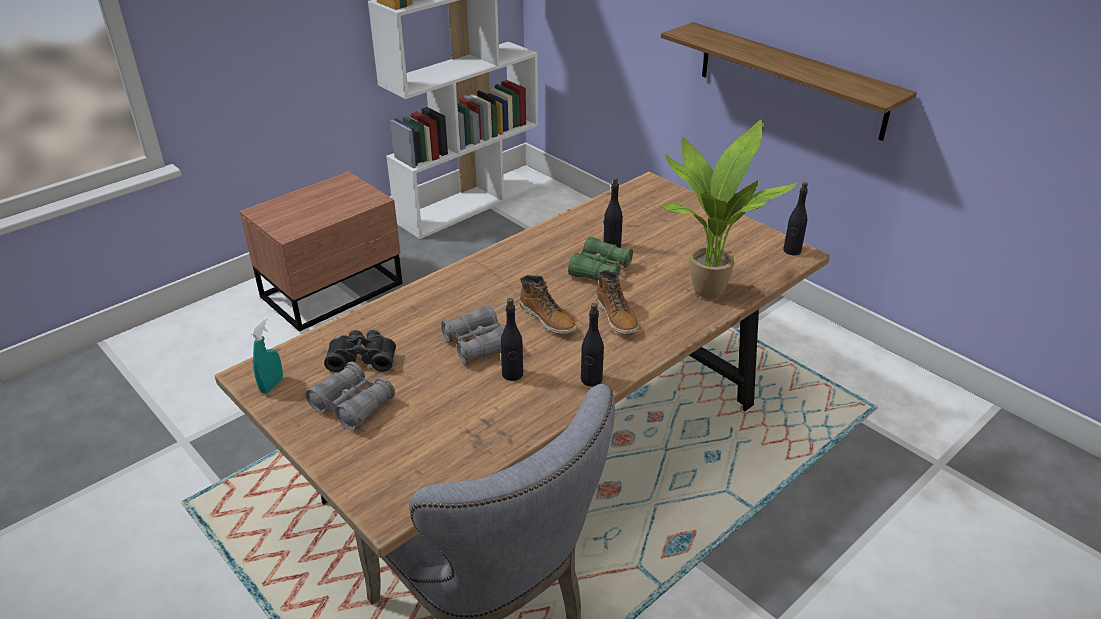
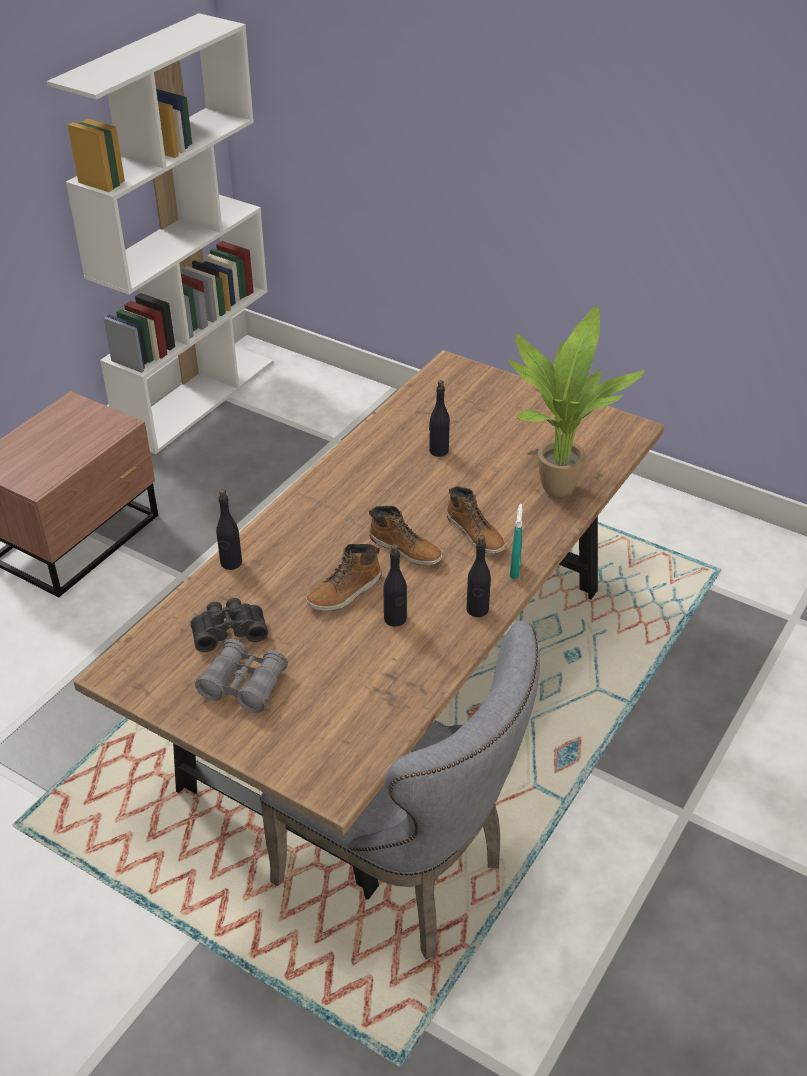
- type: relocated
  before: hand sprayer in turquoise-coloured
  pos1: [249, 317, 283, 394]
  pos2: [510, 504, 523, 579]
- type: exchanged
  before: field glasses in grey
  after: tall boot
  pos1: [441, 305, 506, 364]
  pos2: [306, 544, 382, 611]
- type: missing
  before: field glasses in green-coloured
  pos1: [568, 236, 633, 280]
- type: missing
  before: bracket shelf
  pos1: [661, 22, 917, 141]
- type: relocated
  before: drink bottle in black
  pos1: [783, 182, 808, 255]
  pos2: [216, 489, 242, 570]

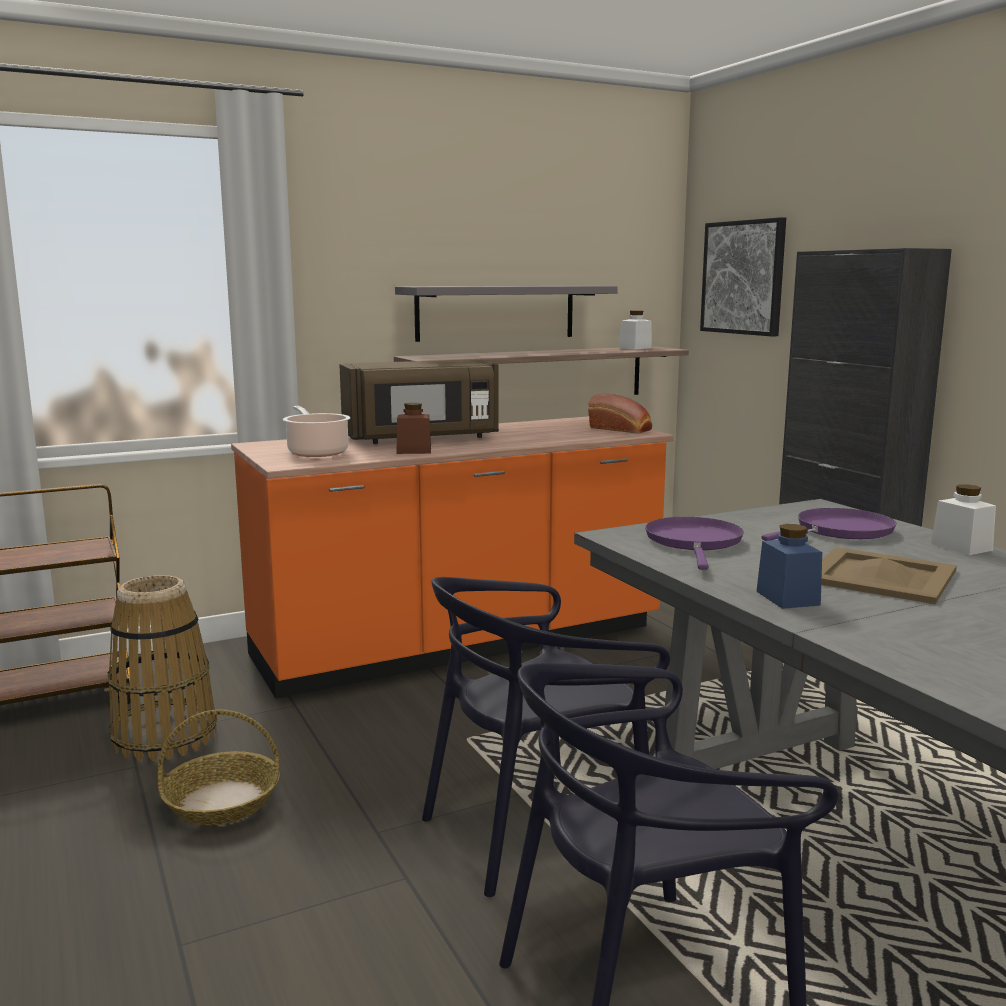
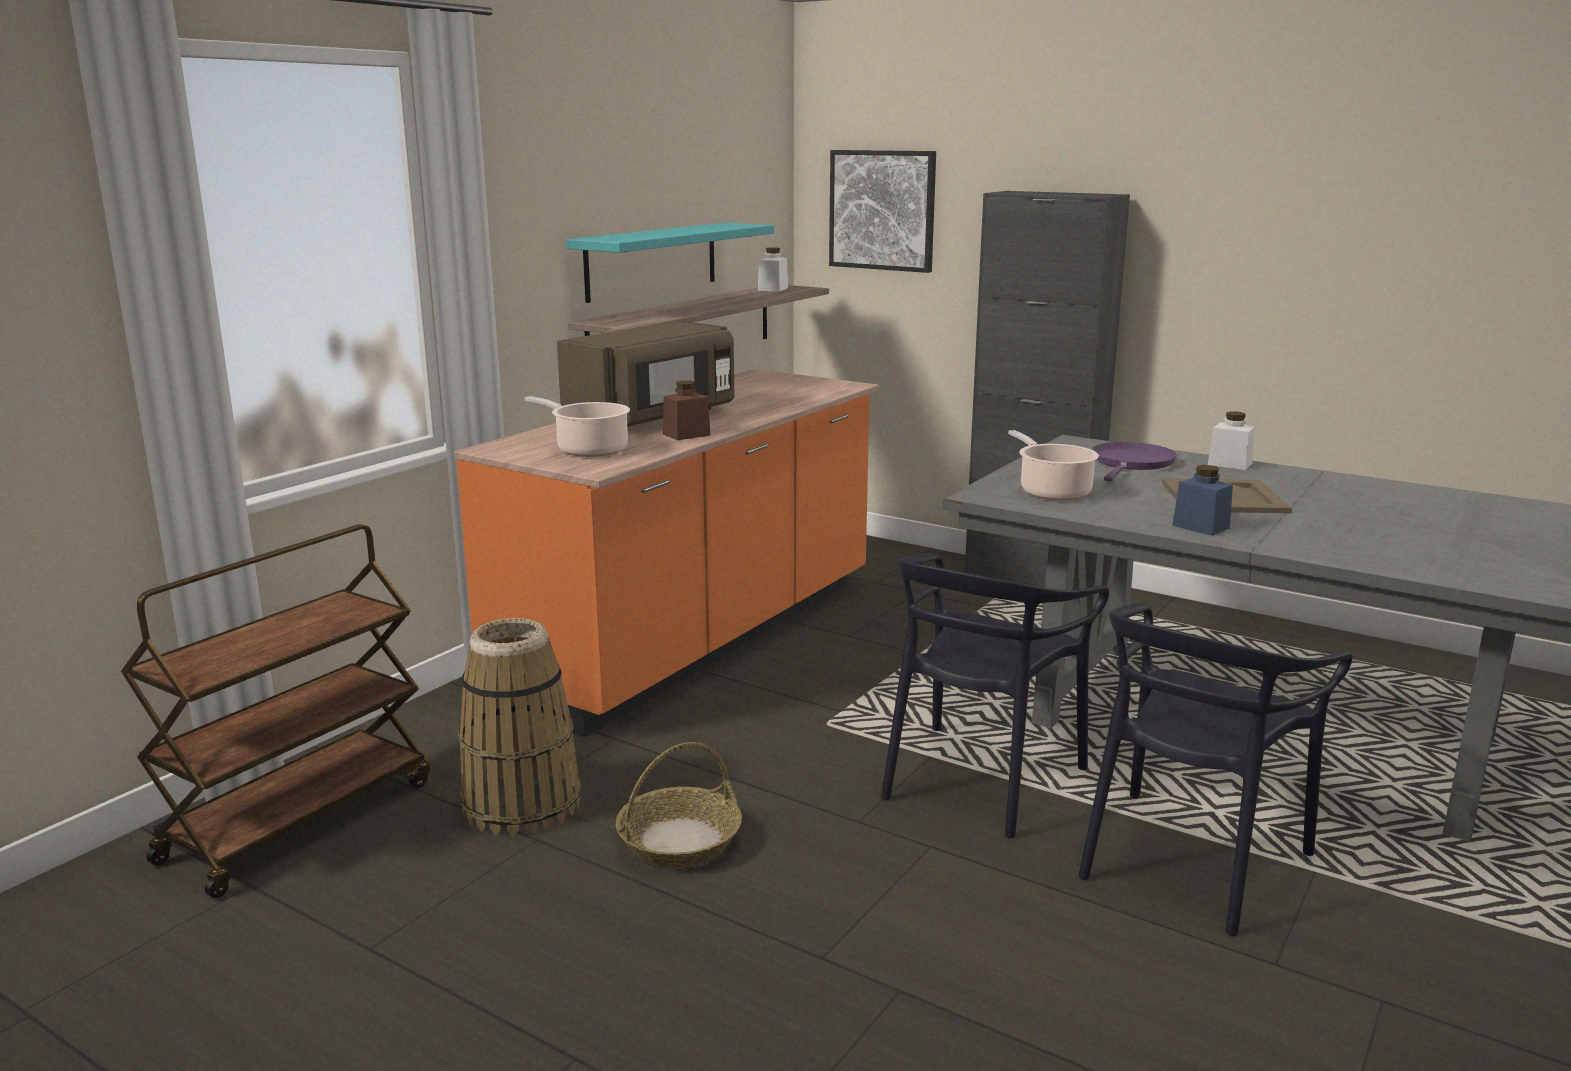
- type: colour
  before: bracket shelf in grey
  after: bracket shelf in turquoise-coloured
  pos1: [395, 286, 618, 342]
  pos2: [566, 223, 774, 303]
- type: missing
  before: bread
  pos1: [588, 394, 652, 433]
- type: exchanged
  before: frying pan in purple-coloured
  after: saucepot
  pos1: [645, 517, 744, 570]
  pos2: [1008, 430, 1099, 501]

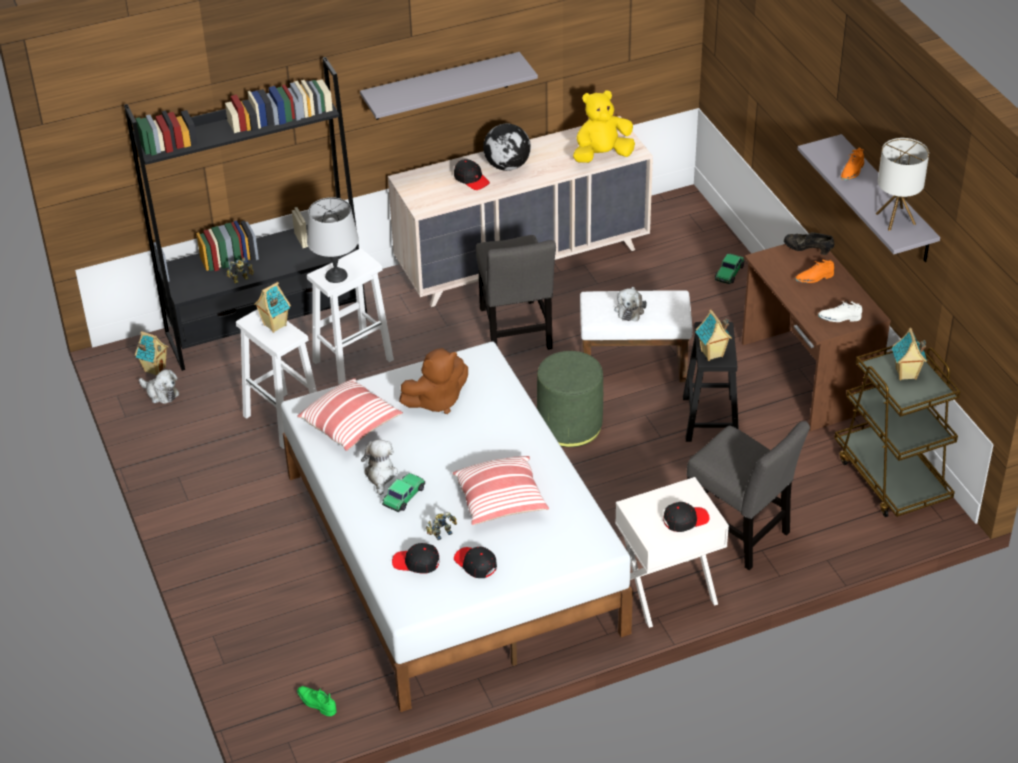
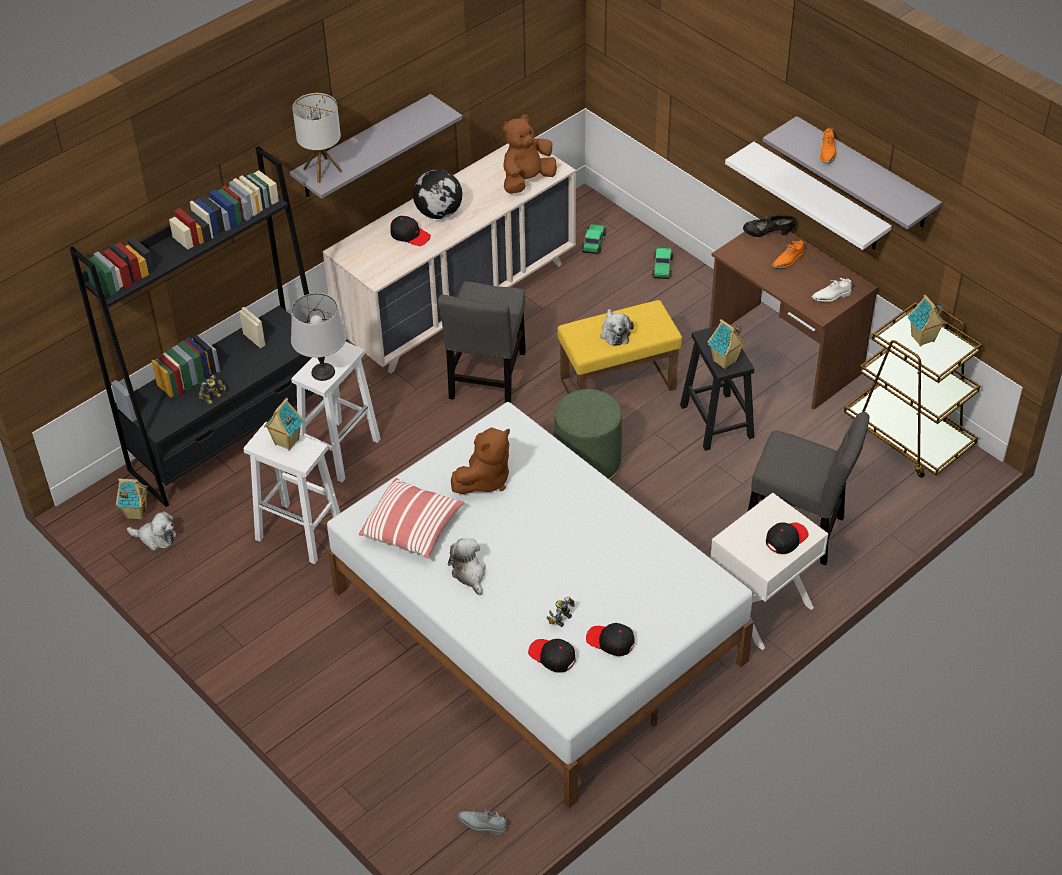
- type: colour
  before: shoe in green-coloured
  after: shoe in grey
  pos1: [297, 686, 337, 716]
  pos2: [458, 809, 507, 835]
- type: relocated
  before: miniature car
  pos1: [382, 473, 425, 512]
  pos2: [582, 224, 606, 254]
- type: spun
  before: baseball cap in black
  pos1: [392, 543, 439, 574]
  pos2: [528, 639, 576, 673]
  turn: 45
- type: missing
  before: pillow
  pos1: [452, 456, 549, 525]
- type: spun
  before: chair in grey
  pos1: [476, 235, 556, 350]
  pos2: [438, 281, 526, 403]
  turn: 45
- type: colour
  before: plush toy in yellowish
  after: plush toy in brownish
  pos1: [573, 90, 635, 163]
  pos2: [502, 115, 557, 194]
- type: colour
  before: pouffe in white-coloured
  after: pouffe in yellowish
  pos1: [580, 290, 693, 382]
  pos2: [558, 300, 682, 394]
- type: relocated
  before: tabletop lamp
  pos1: [875, 138, 929, 231]
  pos2: [292, 93, 343, 183]
- type: appeared
  after: bracket shelf in white-coloured
  pos2: [725, 142, 892, 250]

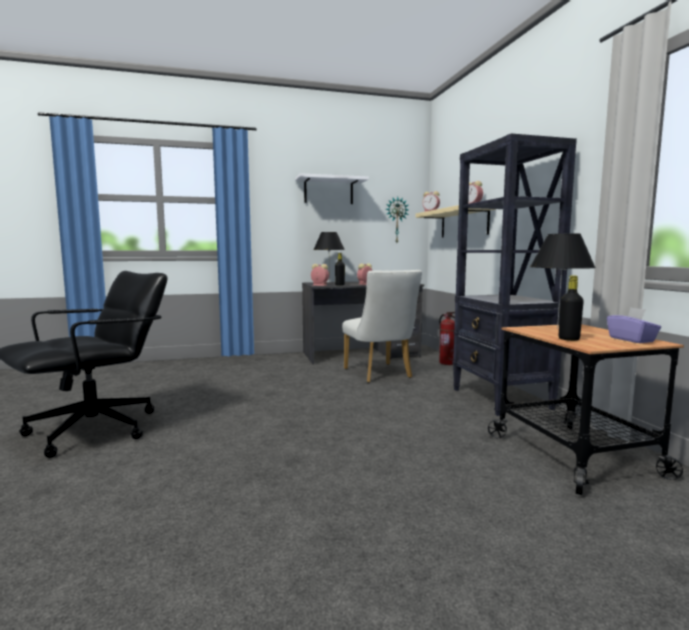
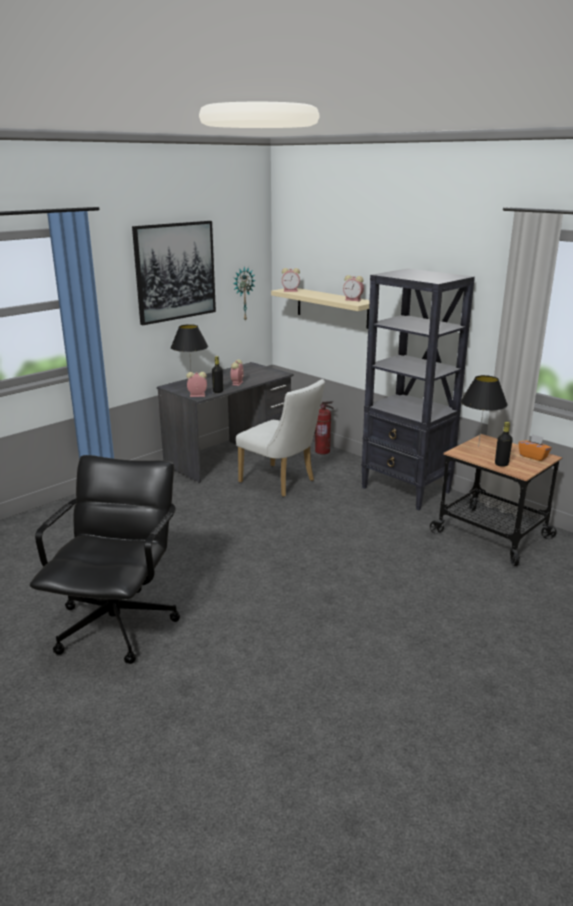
- type: exchanged
  before: bracket shelf in white-coloured
  after: picture
  pos1: [295, 173, 369, 204]
  pos2: [132, 221, 216, 325]
- type: colour
  before: tissue holder in purple-coloured
  after: tissue holder in orange-coloured
  pos1: [607, 307, 661, 343]
  pos2: [518, 434, 552, 461]

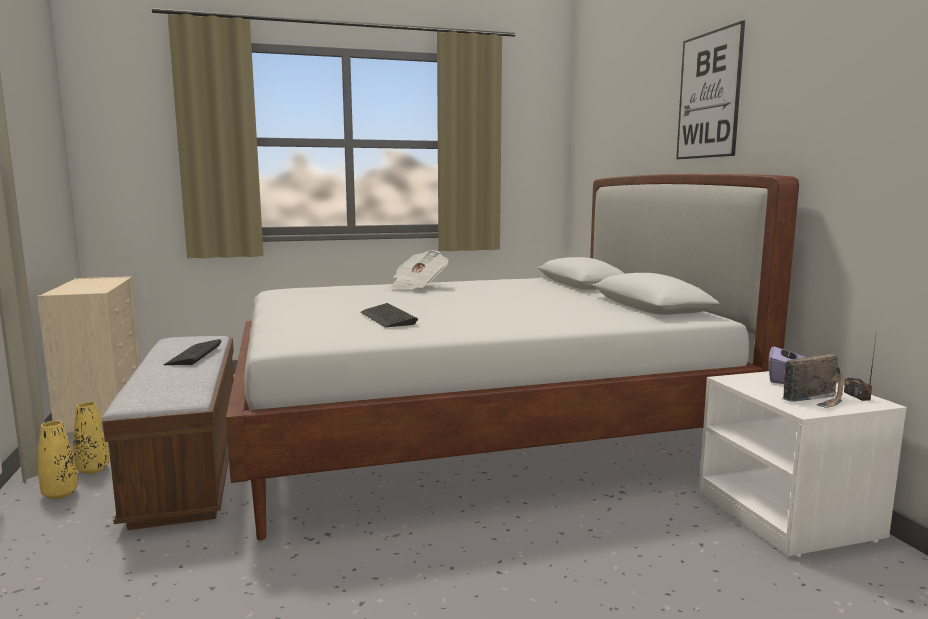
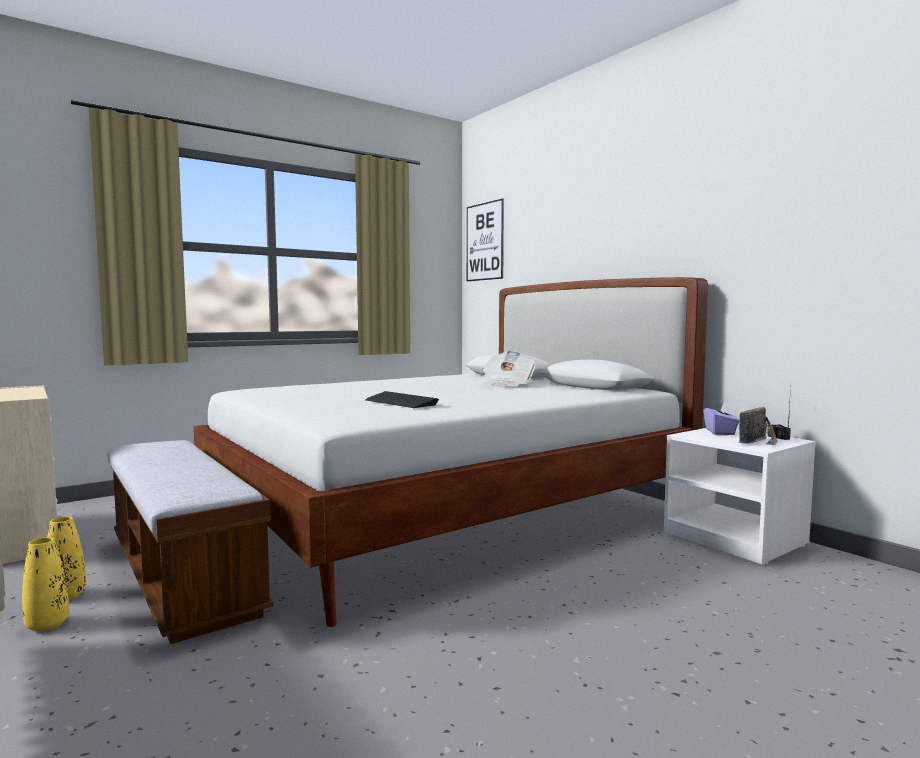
- type: missing
  before: computer keyboard
  pos1: [163, 339, 222, 365]
- type: relocated
  before: printed paper
  pos1: [390, 250, 449, 290]
  pos2: [482, 351, 537, 388]
- type: relocated
  before: picture
  pos1: [676, 20, 745, 159]
  pos2: [467, 198, 504, 281]

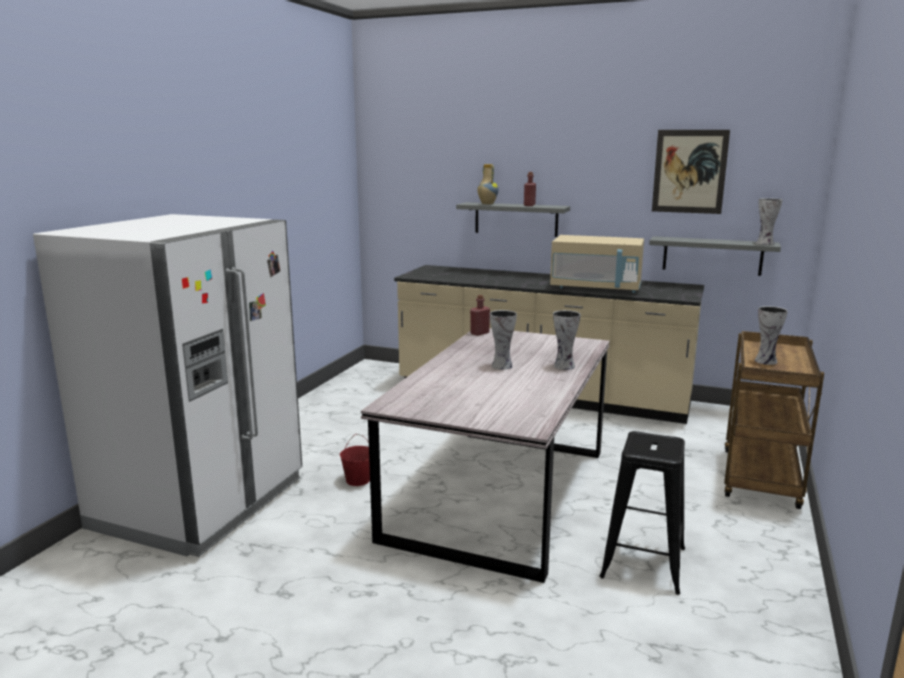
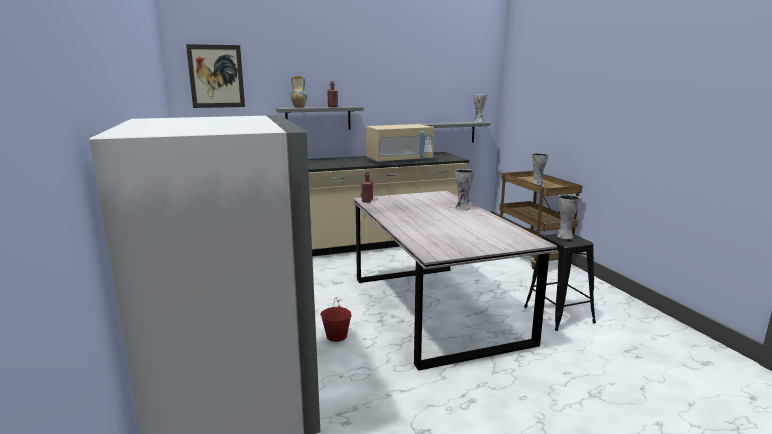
- type: relocated
  before: decorative vase
  pos1: [490, 310, 517, 370]
  pos2: [557, 195, 580, 239]
- type: relocated
  before: picture
  pos1: [652, 130, 730, 214]
  pos2: [186, 44, 245, 108]

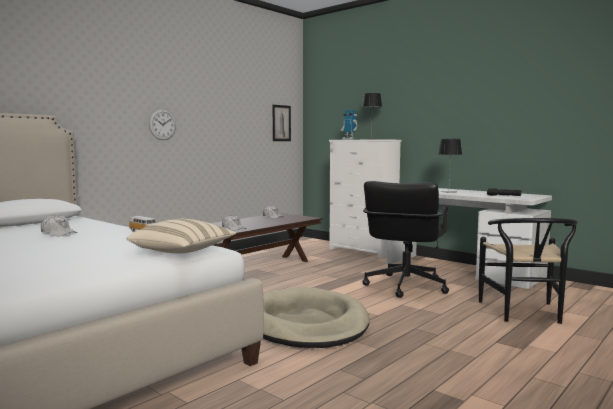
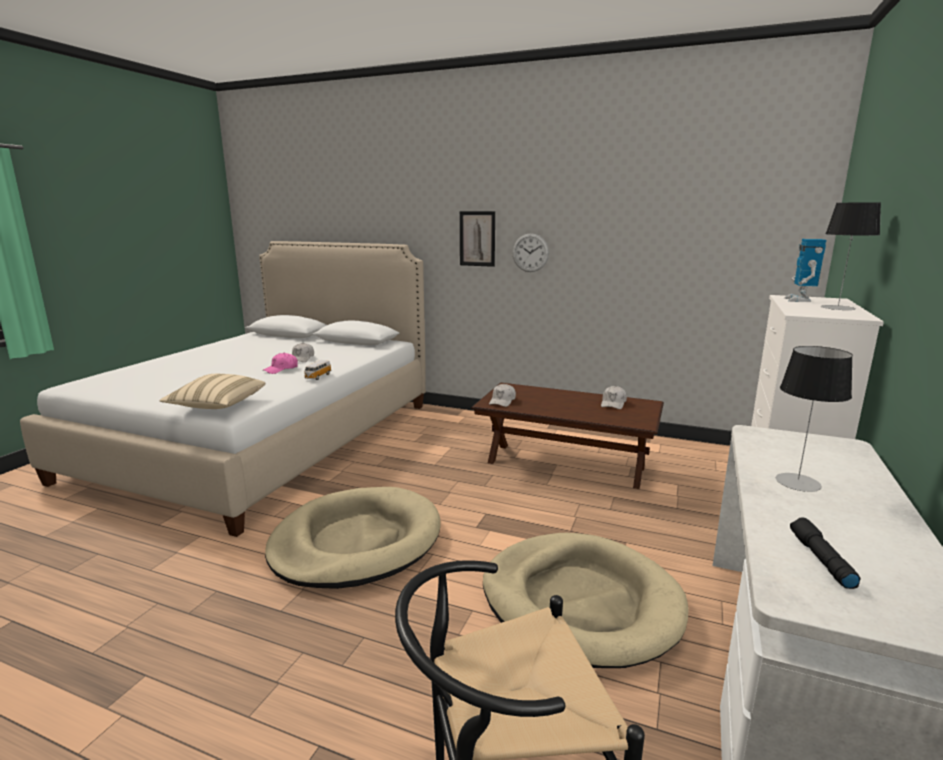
- type: relocated
  before: picture
  pos1: [273, 105, 291, 141]
  pos2: [460, 211, 495, 267]
- type: exchanged
  before: desk chair in black
  after: pet bed in beige-coloured
  pos1: [362, 181, 449, 298]
  pos2: [483, 533, 689, 668]
- type: appeared
  after: baseball cap in pink
  pos2: [263, 352, 298, 374]

